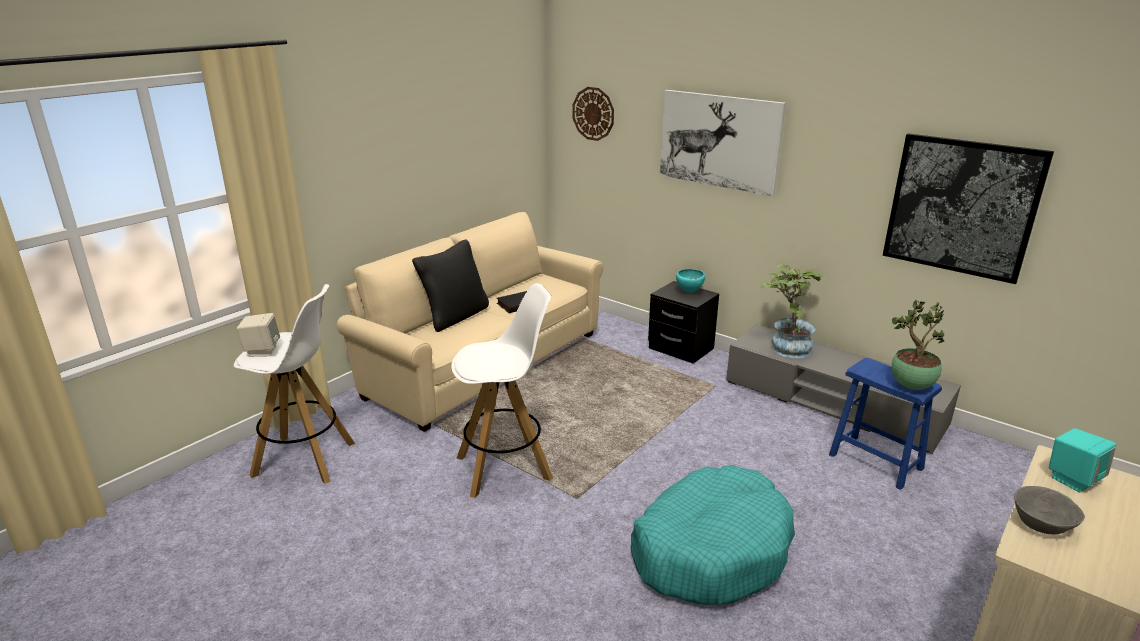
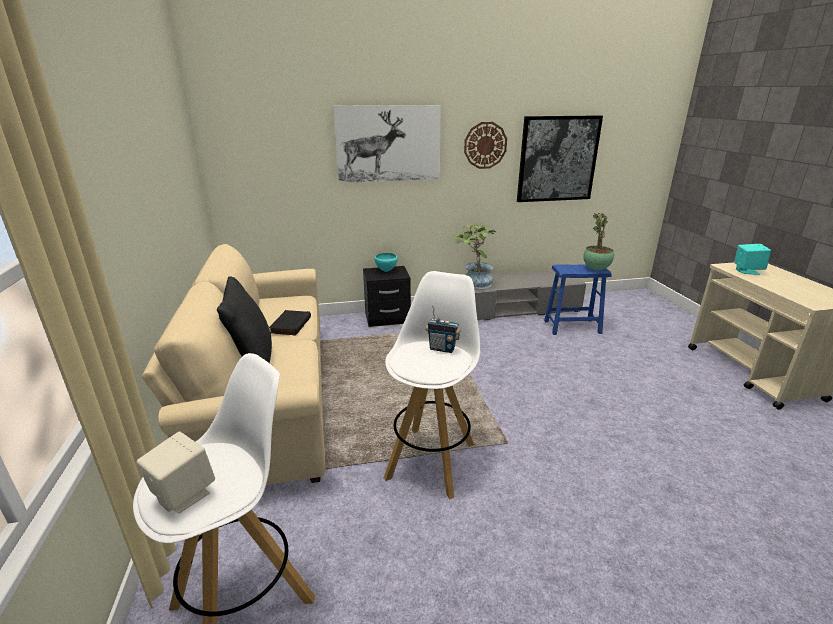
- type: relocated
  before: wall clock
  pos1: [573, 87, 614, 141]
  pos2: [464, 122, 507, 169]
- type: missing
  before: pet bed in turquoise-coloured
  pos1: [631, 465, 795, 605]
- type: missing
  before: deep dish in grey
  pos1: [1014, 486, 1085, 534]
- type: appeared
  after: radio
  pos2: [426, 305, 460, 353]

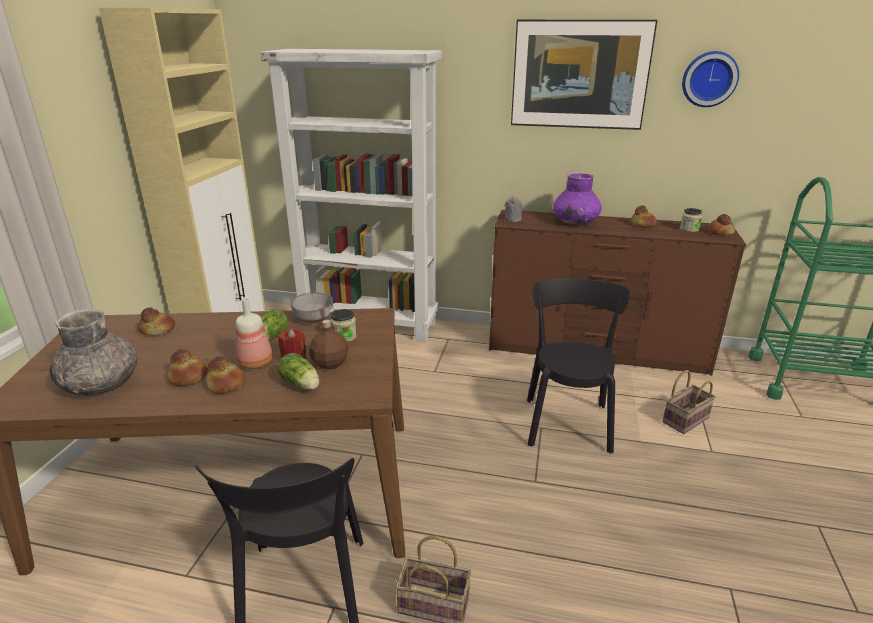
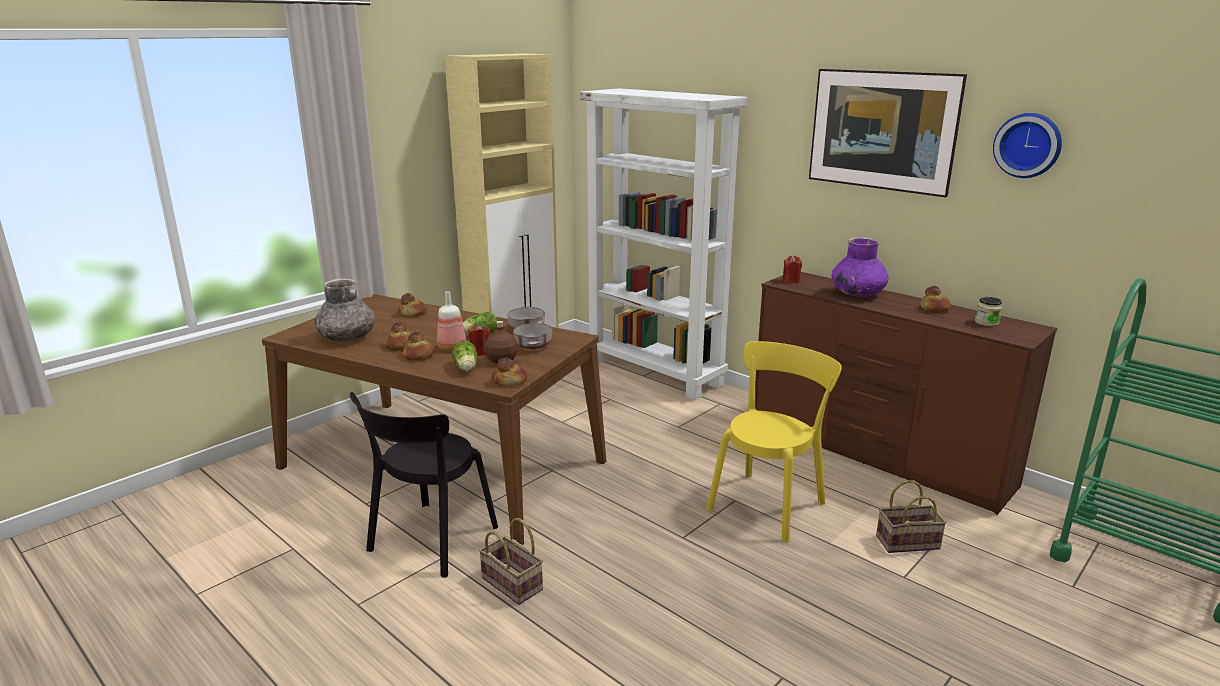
- type: exchanged
  before: jar
  after: deep dish in grey
  pos1: [330, 309, 357, 342]
  pos2: [513, 323, 552, 349]
- type: colour
  before: candle in grey
  after: candle in reddish
  pos1: [505, 197, 522, 222]
  pos2: [783, 256, 802, 283]
- type: colour
  before: chair in black
  after: chair in yellowish
  pos1: [527, 278, 630, 453]
  pos2: [707, 341, 842, 542]
- type: relocated
  before: bread
  pos1: [707, 214, 735, 236]
  pos2: [492, 357, 527, 386]

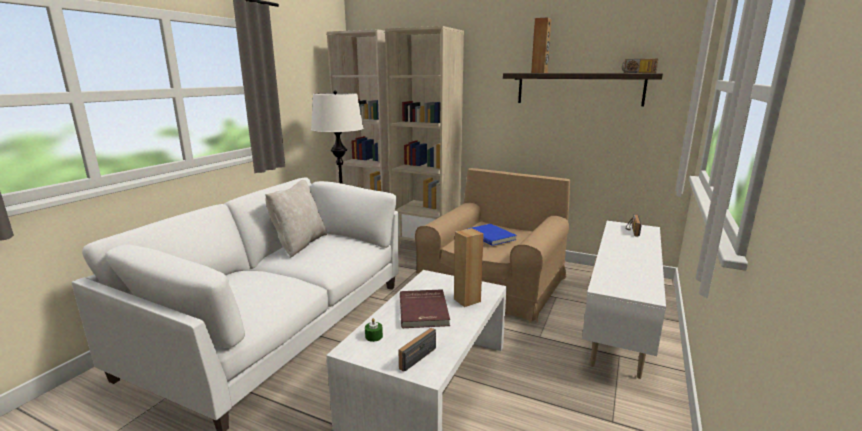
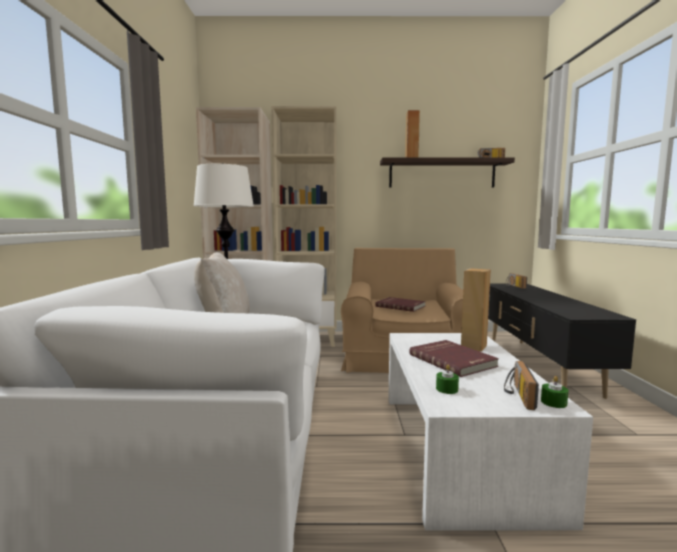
- type: colour
  before: volume in blue-coloured
  after: volume in reddish
  pos1: [468, 224, 517, 246]
  pos2: [375, 297, 426, 312]
- type: colour
  before: tv stand in white-coloured
  after: tv stand in black
  pos1: [582, 221, 666, 379]
  pos2: [488, 283, 636, 399]
- type: appeared
  after: candle in green-coloured
  pos2: [541, 376, 568, 408]

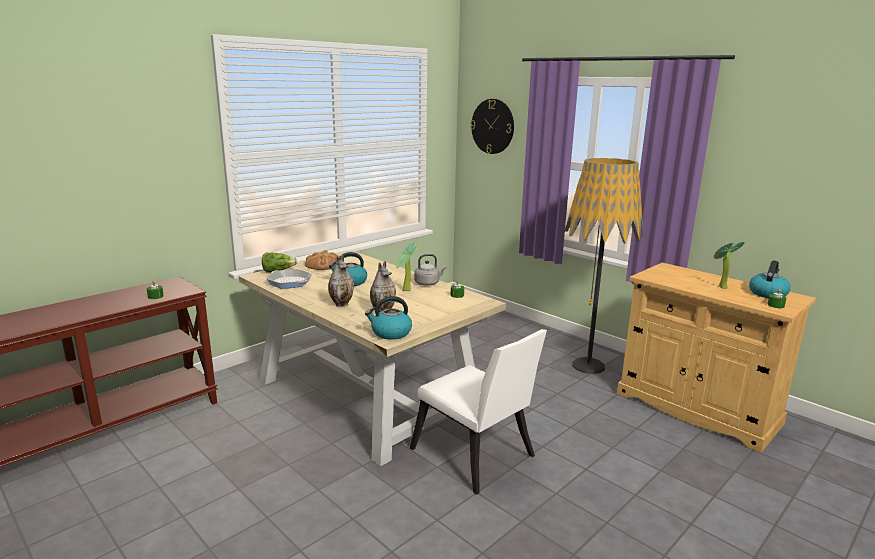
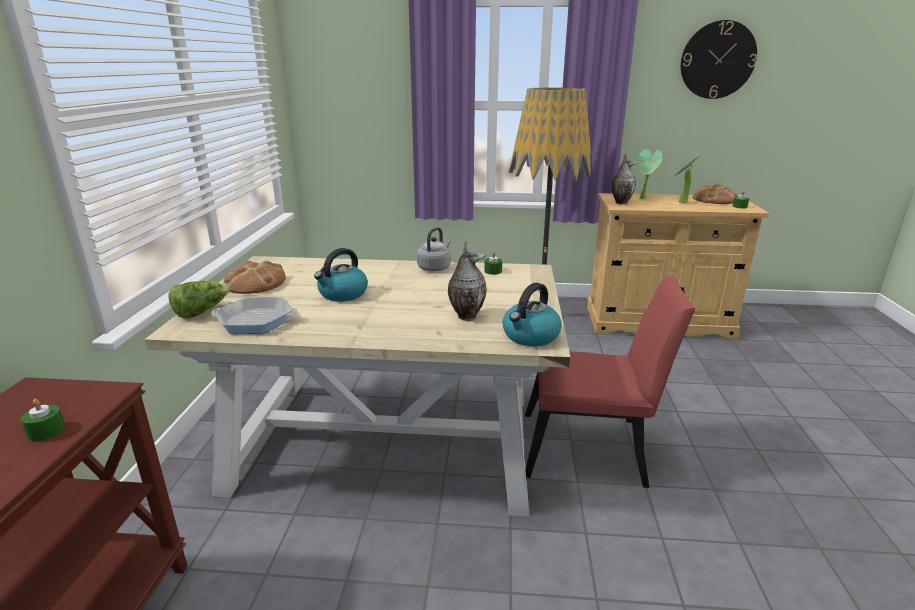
- type: relocated
  before: decorative vase
  pos1: [328, 255, 354, 307]
  pos2: [611, 154, 638, 205]
- type: relocated
  before: plant in a pot
  pos1: [395, 242, 417, 291]
  pos2: [637, 149, 662, 199]
- type: colour
  before: chair in white-coloured
  after: chair in reddish
  pos1: [410, 329, 547, 495]
  pos2: [525, 275, 696, 488]
- type: relocated
  before: wall clock
  pos1: [470, 99, 514, 154]
  pos2: [681, 20, 757, 99]
- type: exchanged
  before: water kettle
  after: bread
  pos1: [749, 260, 791, 298]
  pos2: [693, 184, 737, 204]

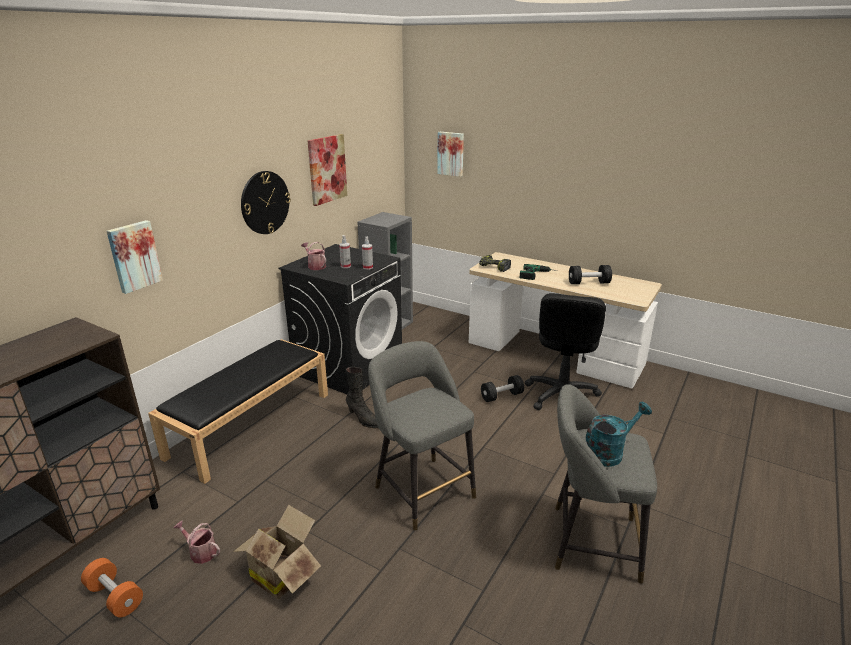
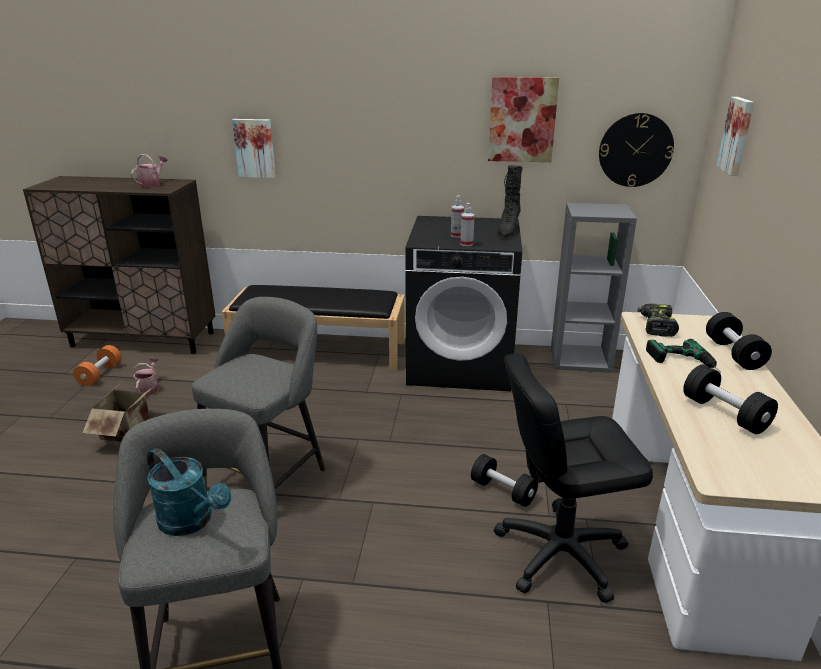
- type: relocated
  before: wall clock
  pos1: [241, 171, 291, 234]
  pos2: [599, 113, 674, 187]
- type: relocated
  before: sprinkling can
  pos1: [301, 242, 326, 270]
  pos2: [131, 154, 168, 187]
- type: relocated
  before: tall boot in black
  pos1: [346, 367, 378, 428]
  pos2: [497, 165, 523, 238]
- type: appeared
  after: dumbbell in black
  pos2: [706, 312, 772, 370]

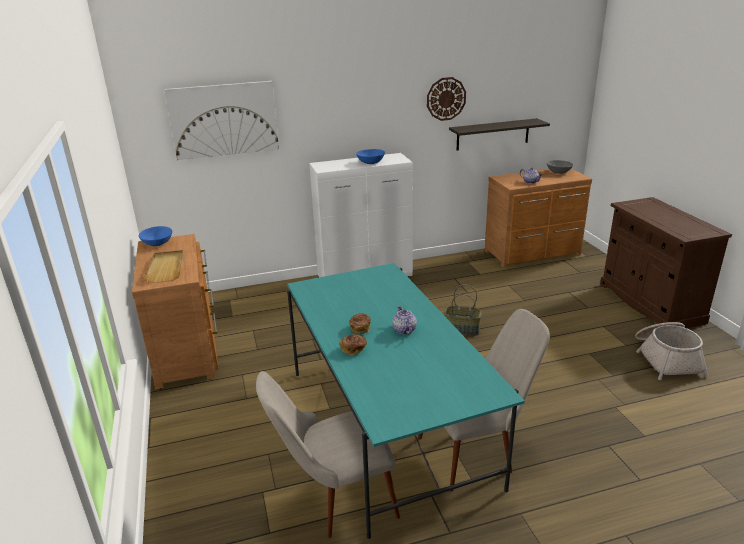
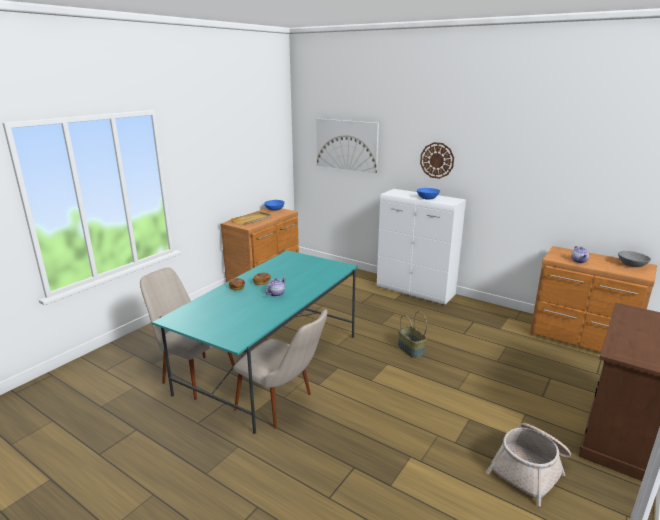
- type: relocated
  before: wall clock
  pos1: [427, 77, 466, 121]
  pos2: [420, 142, 454, 179]
- type: missing
  before: bracket shelf
  pos1: [449, 118, 550, 151]

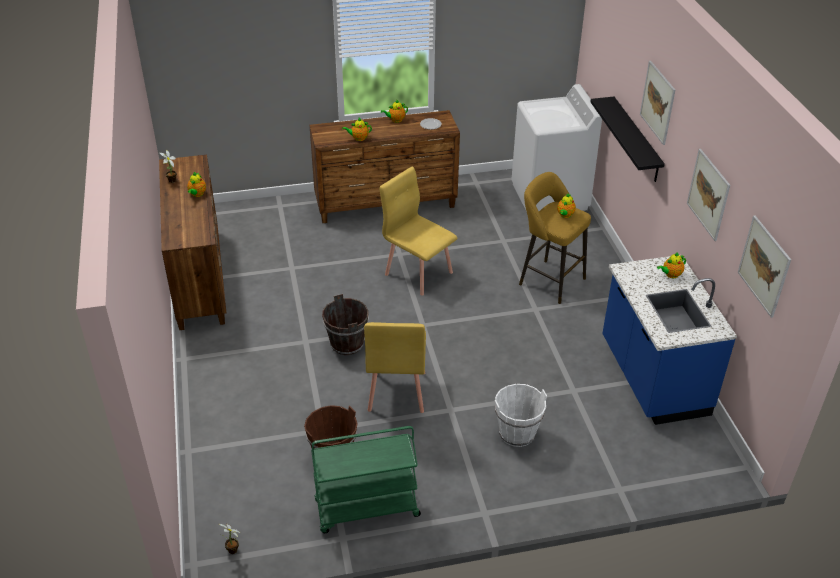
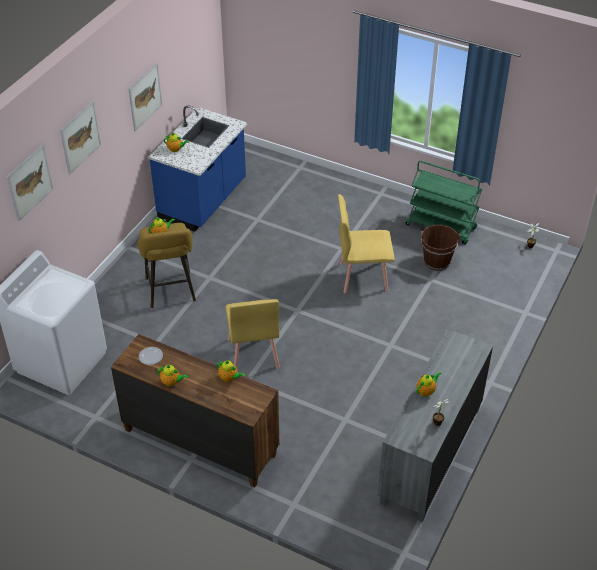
- type: colour
  before: chest of drawers in brownish
  after: chest of drawers in grey
  pos1: [159, 155, 227, 330]
  pos2: [378, 329, 493, 522]
- type: missing
  before: water bucket in brownish
  pos1: [322, 294, 369, 355]
- type: spun
  before: chair in yellowish
  pos1: [364, 322, 426, 413]
  pos2: [338, 194, 395, 293]
  turn: -135
- type: missing
  before: water bucket in white-coloured
  pos1: [495, 384, 547, 447]
- type: missing
  before: bracket shelf in black
  pos1: [590, 96, 665, 182]
- type: relocated
  before: picture
  pos1: [738, 216, 791, 318]
  pos2: [6, 144, 53, 221]

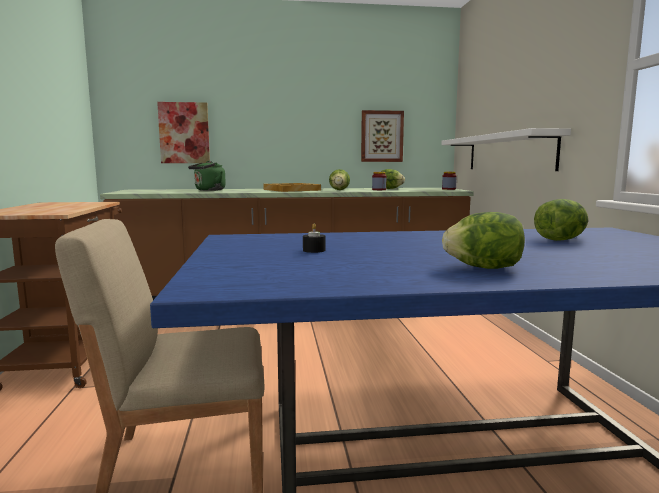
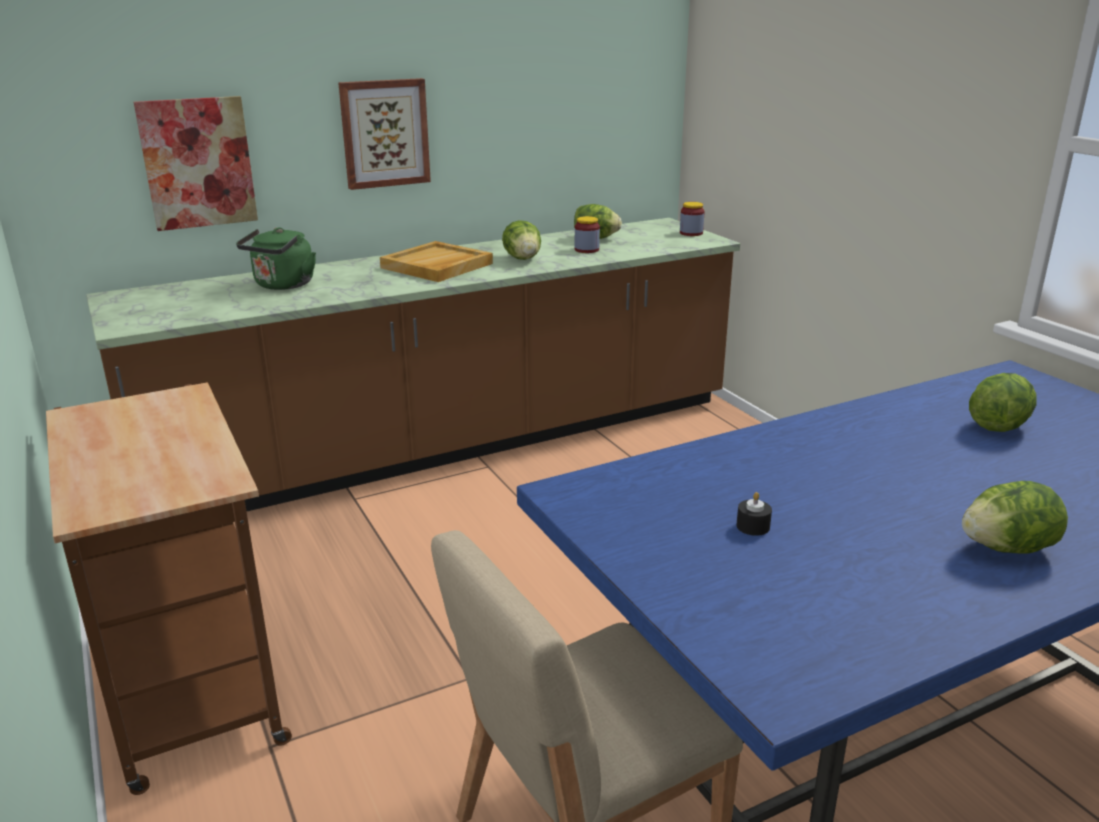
- type: relocated
  before: picture
  pos1: [361, 110, 404, 162]
  pos2: [338, 78, 431, 190]
- type: missing
  before: bracket shelf in white-coloured
  pos1: [441, 128, 571, 171]

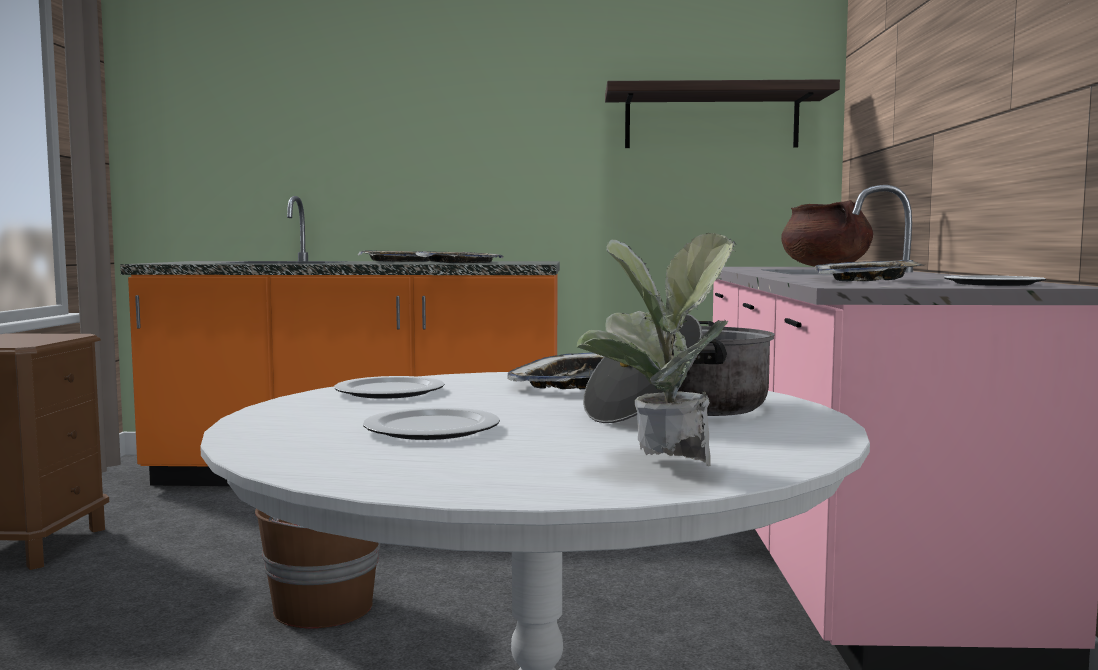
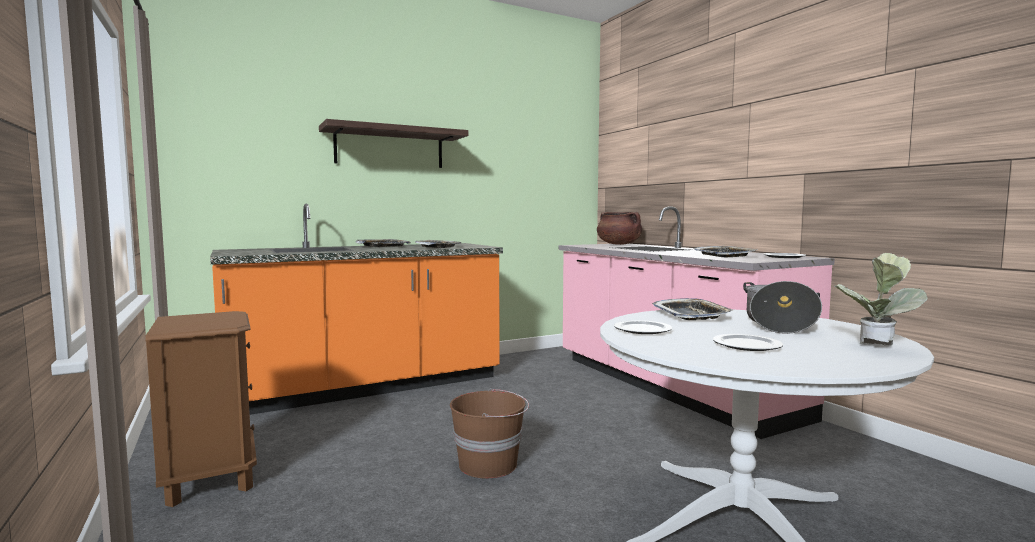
- type: relocated
  before: bracket shelf
  pos1: [605, 79, 840, 148]
  pos2: [319, 119, 468, 168]

